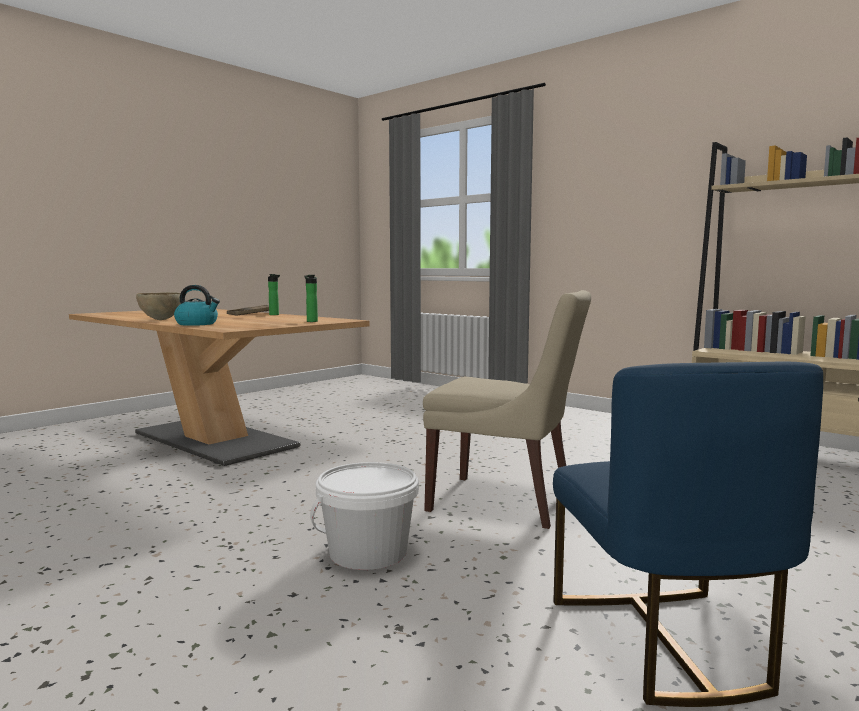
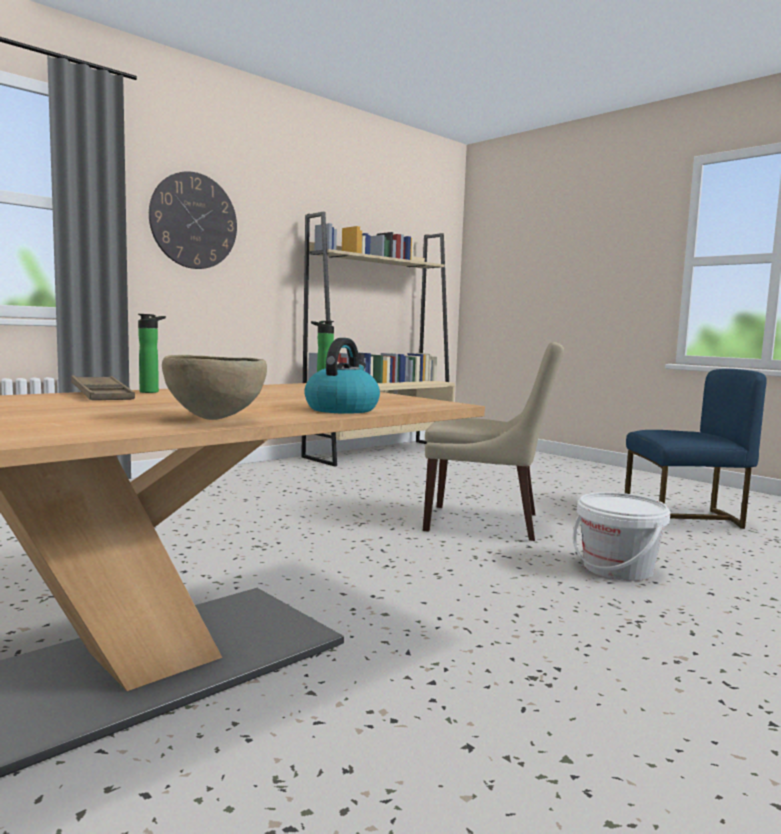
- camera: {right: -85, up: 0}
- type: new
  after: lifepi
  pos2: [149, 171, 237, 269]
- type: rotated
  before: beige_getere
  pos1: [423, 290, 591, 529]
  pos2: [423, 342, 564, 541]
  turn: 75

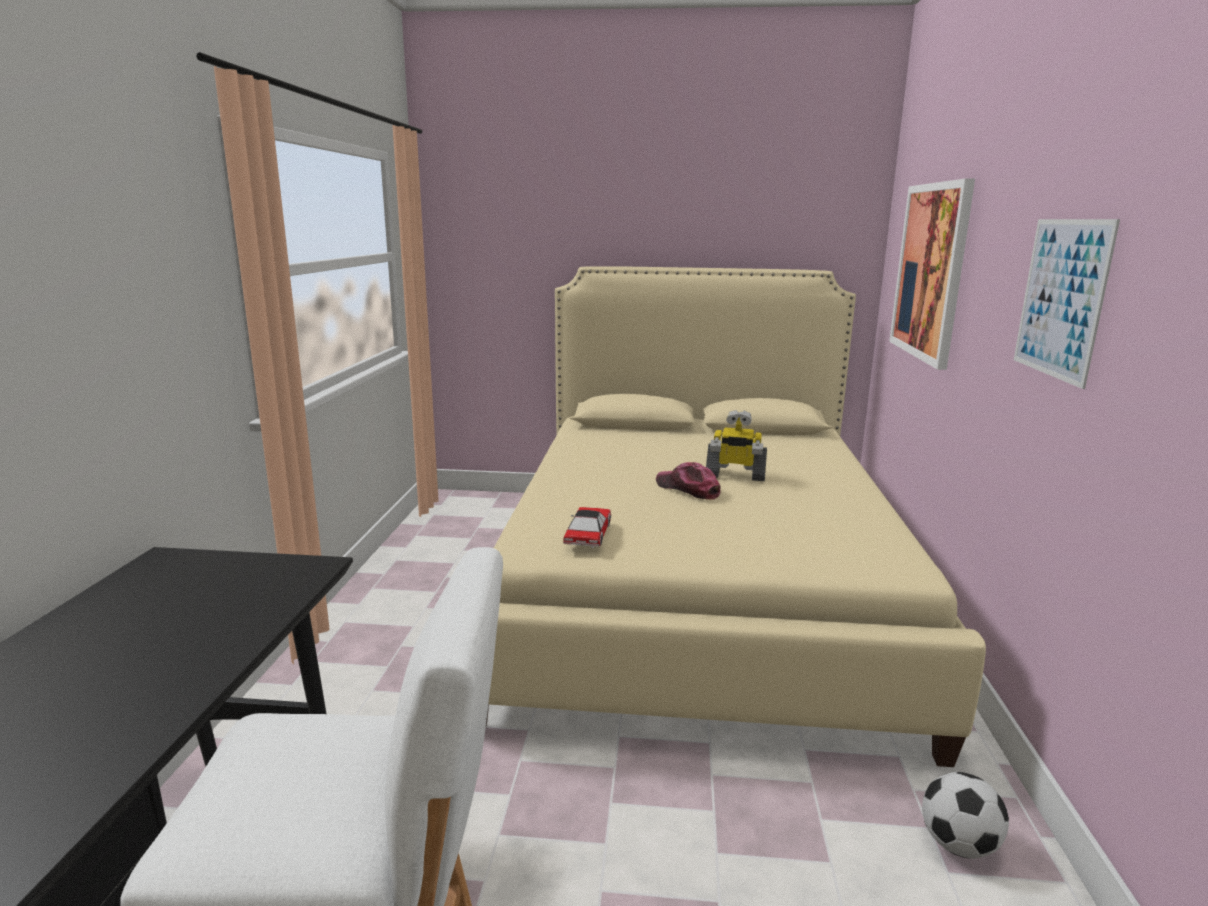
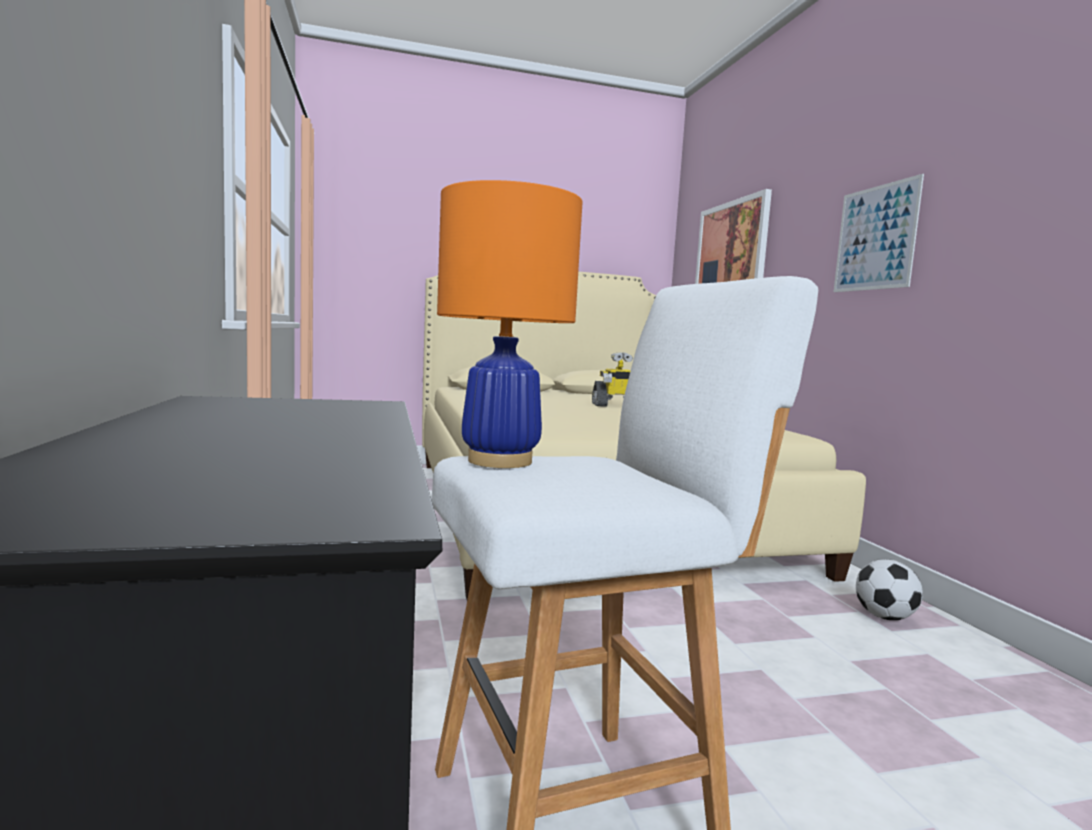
- camera: {right: -20, up: -10}
- type: new
  after: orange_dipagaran
  pos2: [437, 180, 583, 468]
- type: gone
  before: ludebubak
  pos1: [563, 507, 611, 548]
- type: gone
  before: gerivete
  pos1: [656, 462, 721, 500]

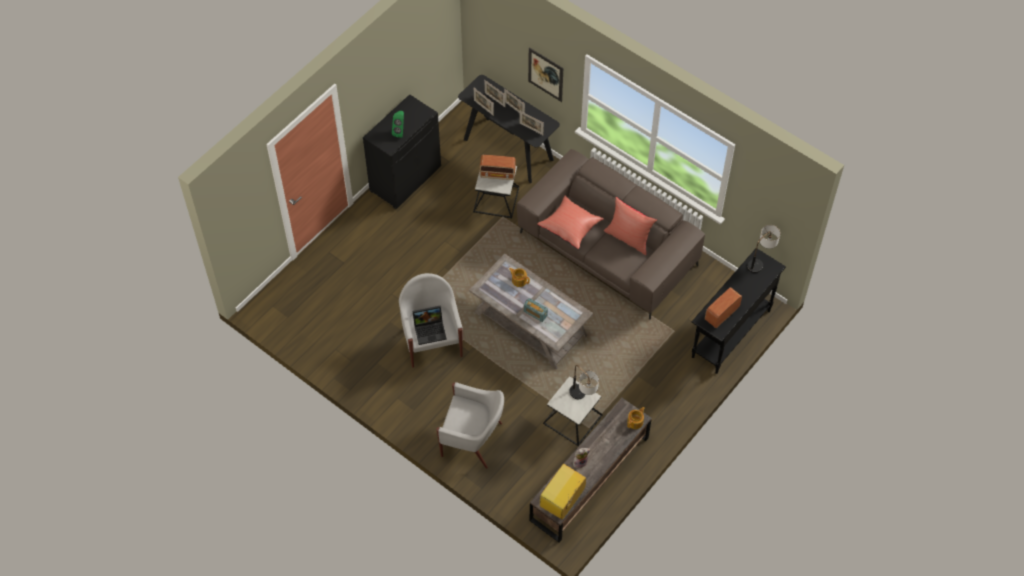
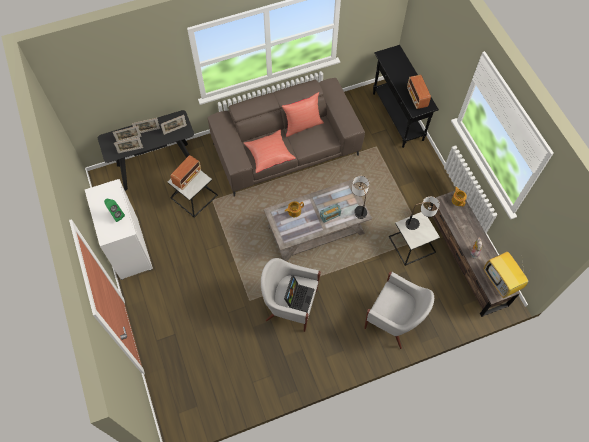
- camera: {right: -60, up: 5}
- type: repainted
  before: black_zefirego
  after: white_zefirego
  pos1: [363, 94, 441, 209]
  pos2: [85, 179, 153, 280]
- type: shifted
  before: dipagaran
  pos1: [747, 225, 781, 273]
  pos2: [352, 176, 369, 219]
- type: rotated
  before: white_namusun
  pos1: [436, 382, 504, 469]
  pos2: [364, 272, 434, 349]
  turn: 75
- type: gone
  before: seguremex
  pos1: [528, 47, 563, 102]

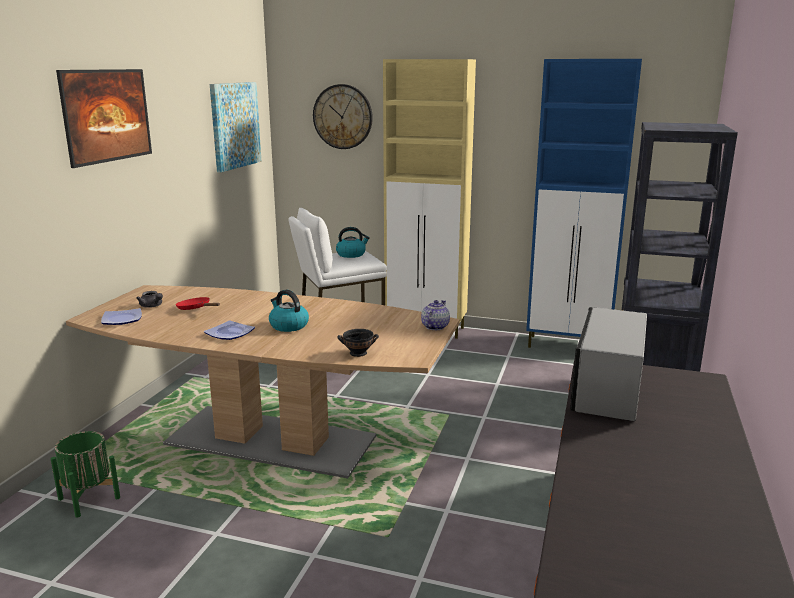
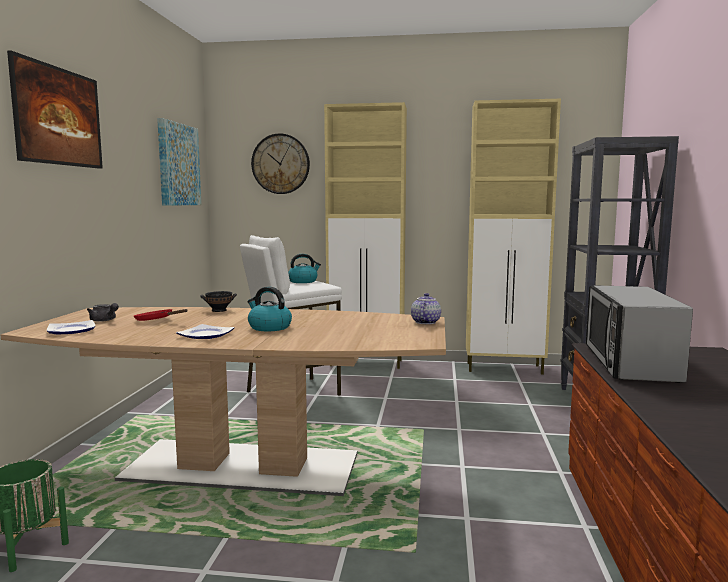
- camera: {right: -10, up: -10}
- type: shifted
  before: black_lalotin
  pos1: [338, 329, 379, 357]
  pos2: [201, 291, 237, 312]
- type: repainted
  before: blue_zefirego
  after: beige_zefirego
  pos1: [526, 59, 642, 348]
  pos2: [466, 99, 561, 375]

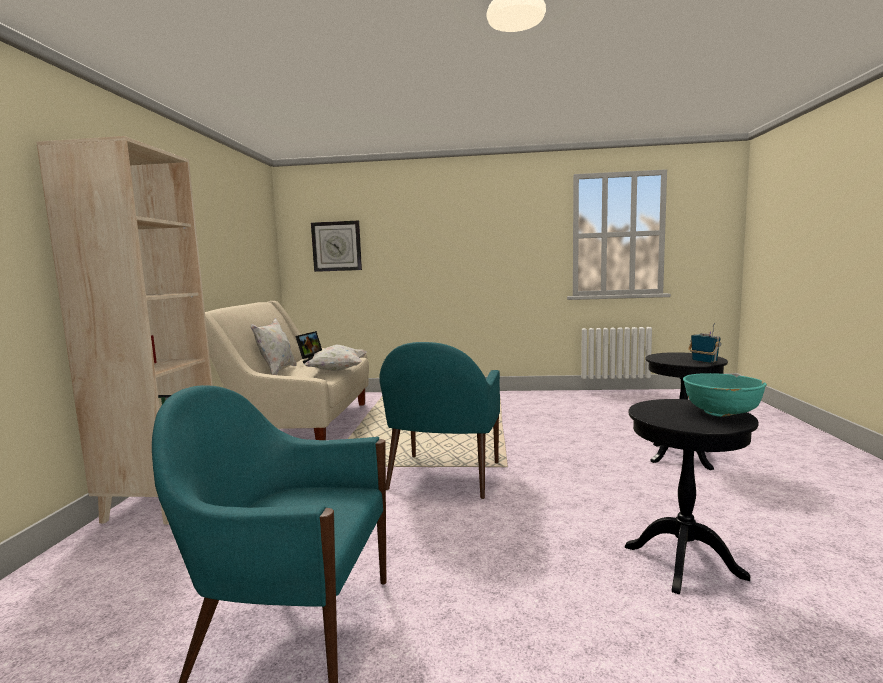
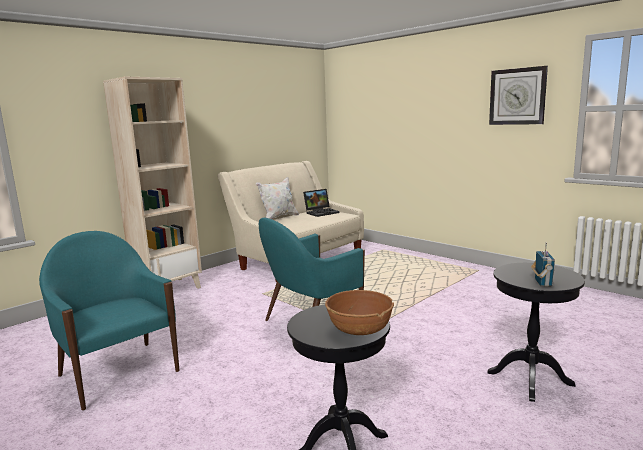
- camera: {right: 40, up: 5}
- type: repainted
  before: turquoise_lalotin
  after: brown_lalotin
  pos1: [683, 373, 767, 417]
  pos2: [325, 290, 394, 335]
- type: shifted
  before: lifepi
  pos1: [311, 221, 362, 272]
  pos2: [489, 66, 548, 125]
- type: gone
  before: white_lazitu
  pos1: [303, 345, 367, 371]

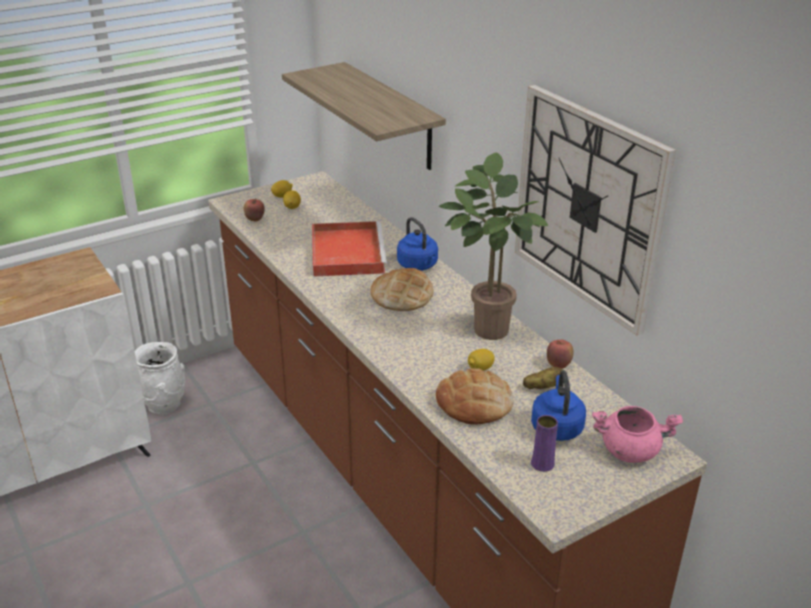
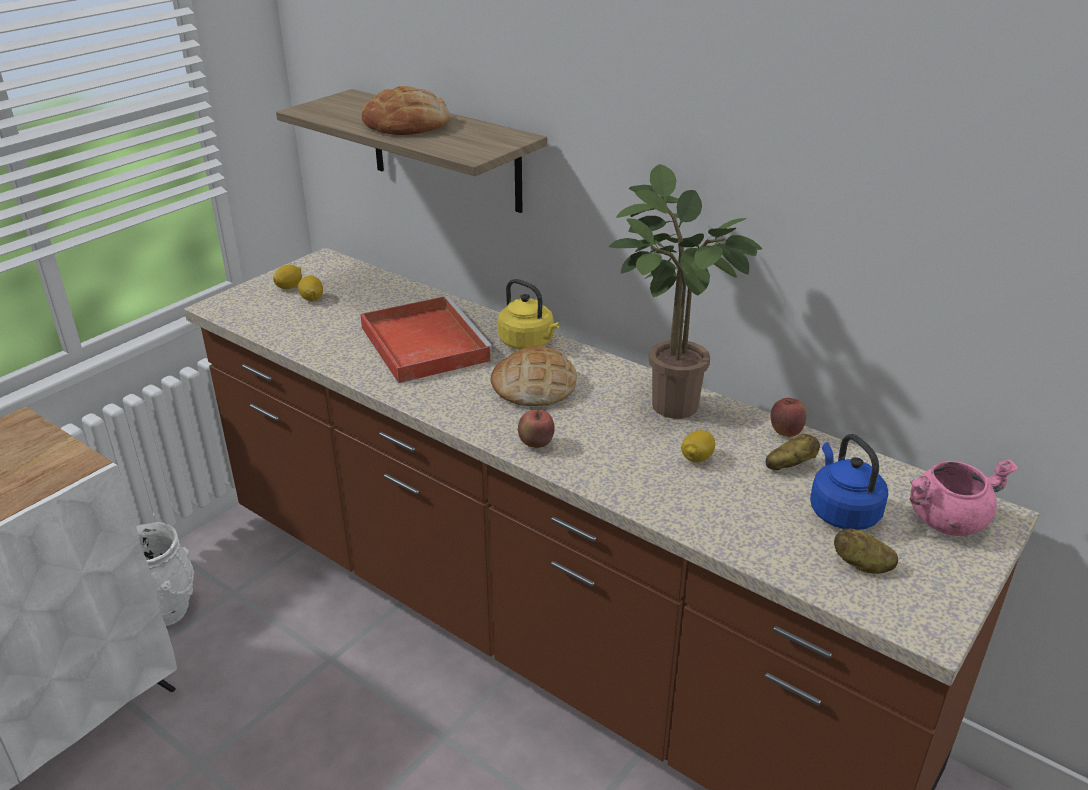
- camera: {right: -20, up: 0}
- type: shifted
  before: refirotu
  pos1: [436, 368, 513, 425]
  pos2: [361, 86, 450, 135]
- type: repainted
  before: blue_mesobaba
  after: yellow_mesobaba
  pos1: [397, 217, 438, 271]
  pos2: [498, 279, 560, 350]
- type: shifted
  before: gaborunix
  pos1: [244, 198, 265, 222]
  pos2: [518, 409, 555, 448]
- type: swapped
  before: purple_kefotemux
  after: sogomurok
  pos1: [531, 415, 558, 472]
  pos2: [834, 528, 898, 574]
- type: gone
  before: lifepi
  pos1: [515, 85, 676, 336]

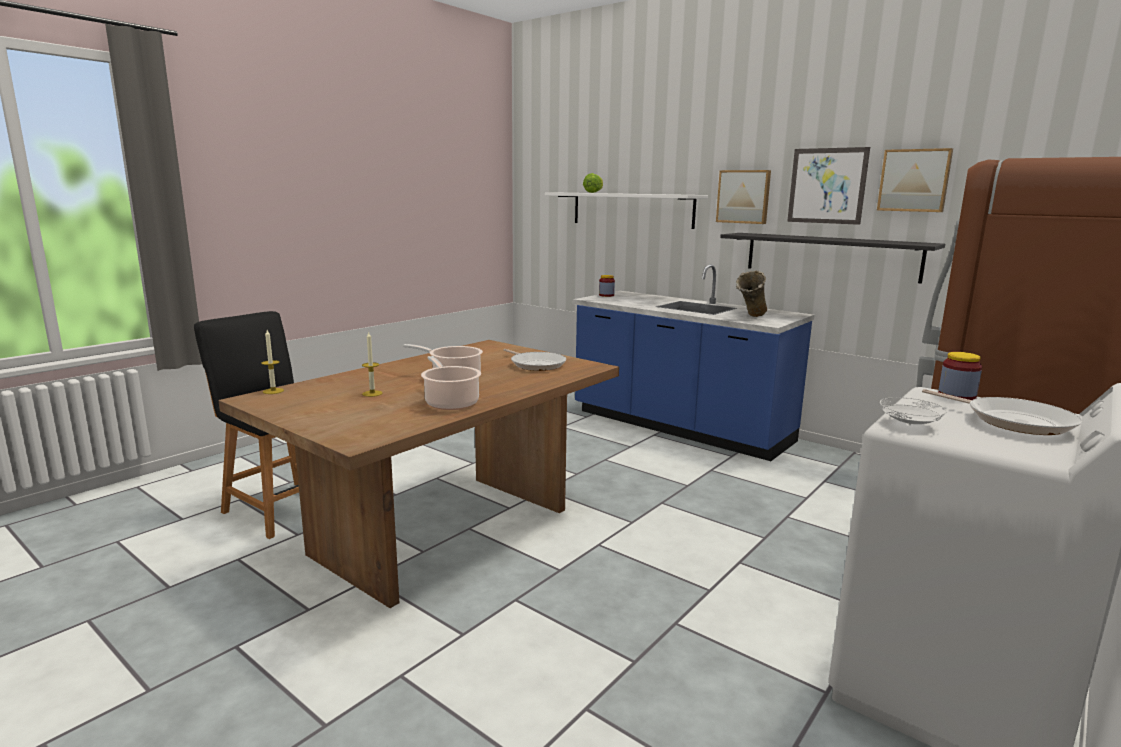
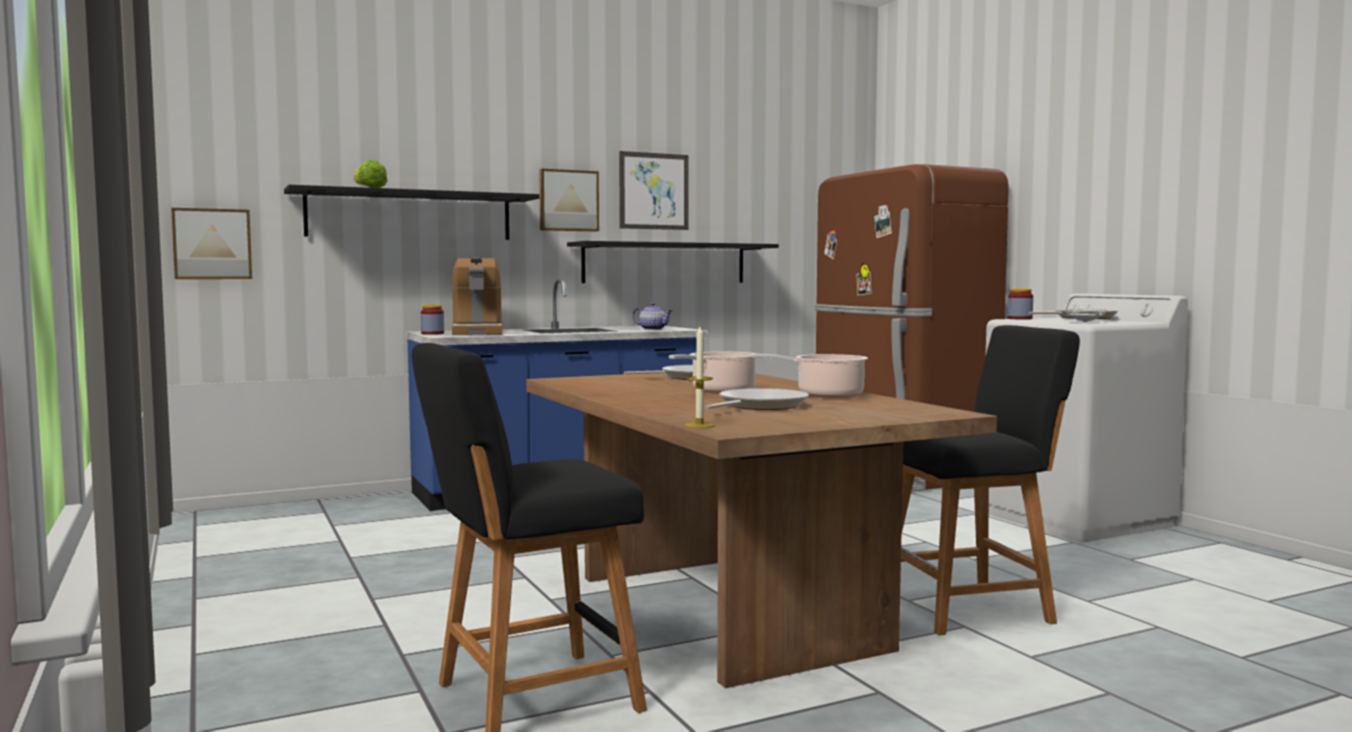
- camera: {right: -65, up: -10}
- type: shifted
  before: seguremex
  pos1: [877, 148, 953, 212]
  pos2: [171, 208, 252, 279]
- type: repainted
  before: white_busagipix
  after: black_busagipix
  pos1: [545, 192, 708, 229]
  pos2: [284, 185, 540, 240]
- type: new
  after: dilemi
  pos2: [452, 256, 502, 335]
- type: swapped
  before: beige_kefotemux
  after: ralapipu
  pos1: [736, 271, 767, 317]
  pos2: [632, 303, 673, 330]
- type: swapped
  before: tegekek
  after: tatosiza
  pos1: [362, 331, 383, 397]
  pos2: [705, 388, 809, 410]
- type: new
  after: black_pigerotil
  pos2: [901, 325, 1080, 635]

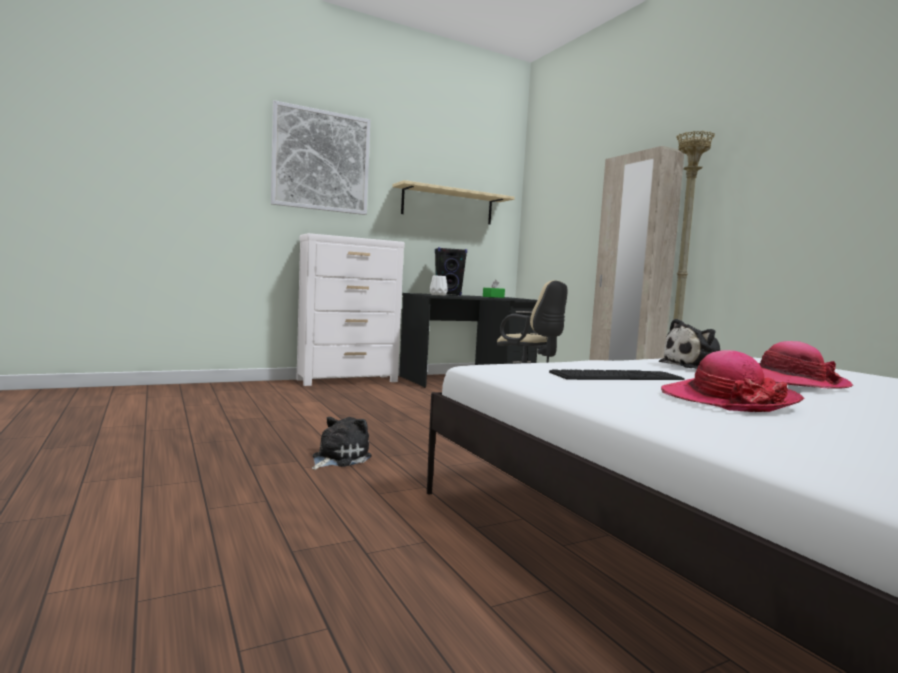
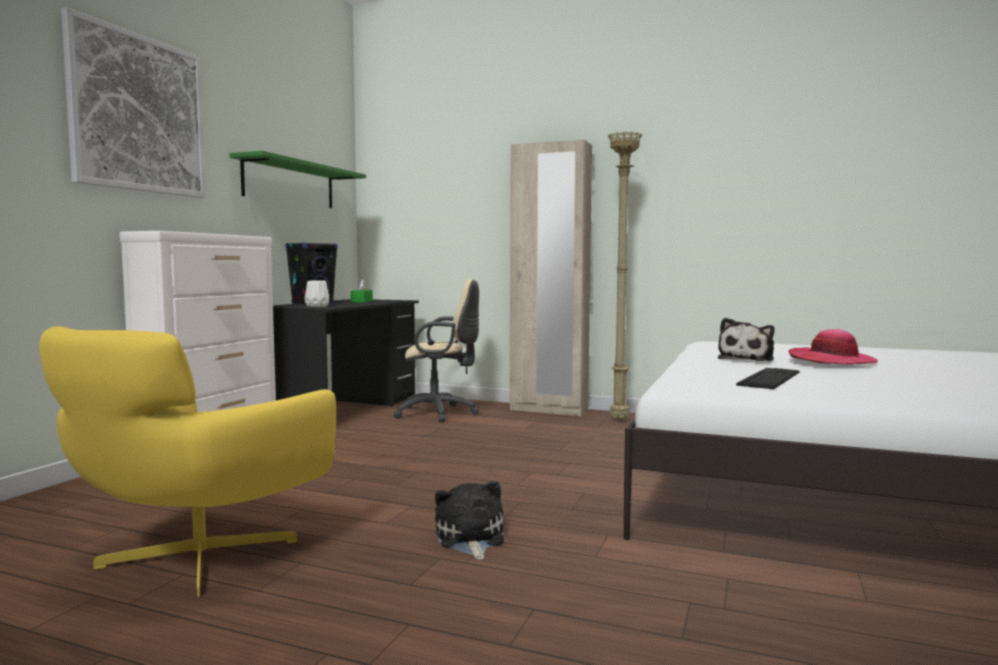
- camera: {right: -40, up: 0}
- type: new
  after: yellow_namusun
  pos2: [40, 326, 336, 597]
- type: repainted
  before: beige_busagipix
  after: green_busagipix
  pos1: [392, 180, 515, 224]
  pos2: [229, 151, 366, 208]
- type: gone
  before: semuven
  pos1: [661, 350, 805, 412]

